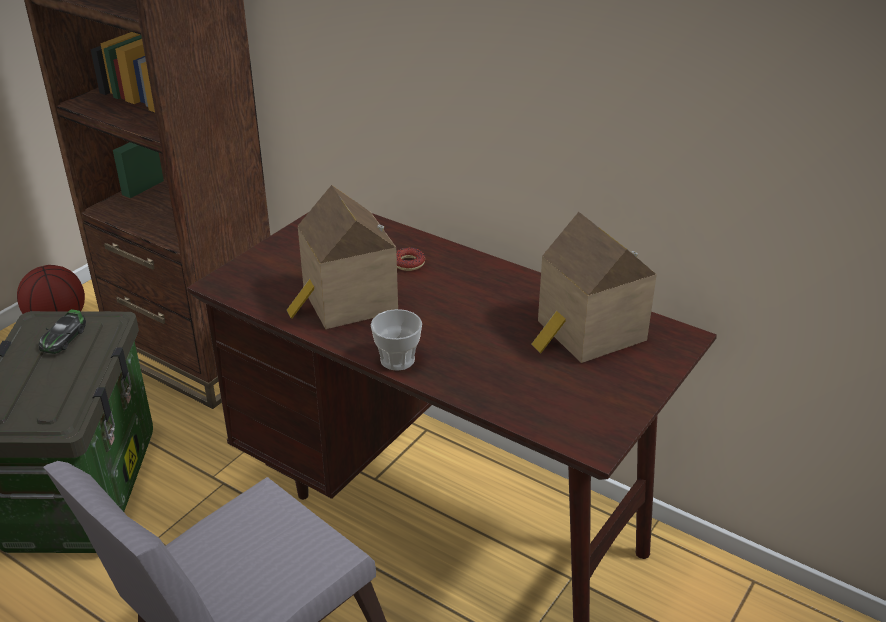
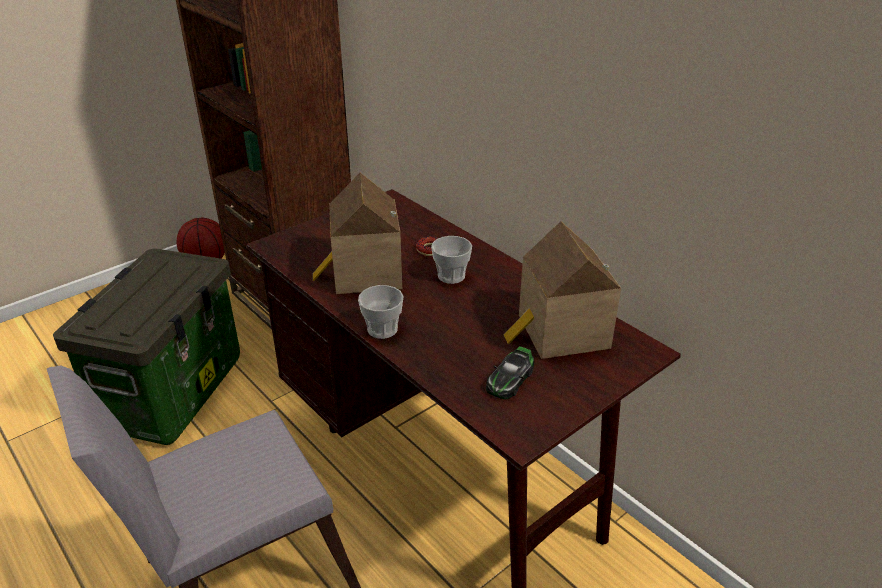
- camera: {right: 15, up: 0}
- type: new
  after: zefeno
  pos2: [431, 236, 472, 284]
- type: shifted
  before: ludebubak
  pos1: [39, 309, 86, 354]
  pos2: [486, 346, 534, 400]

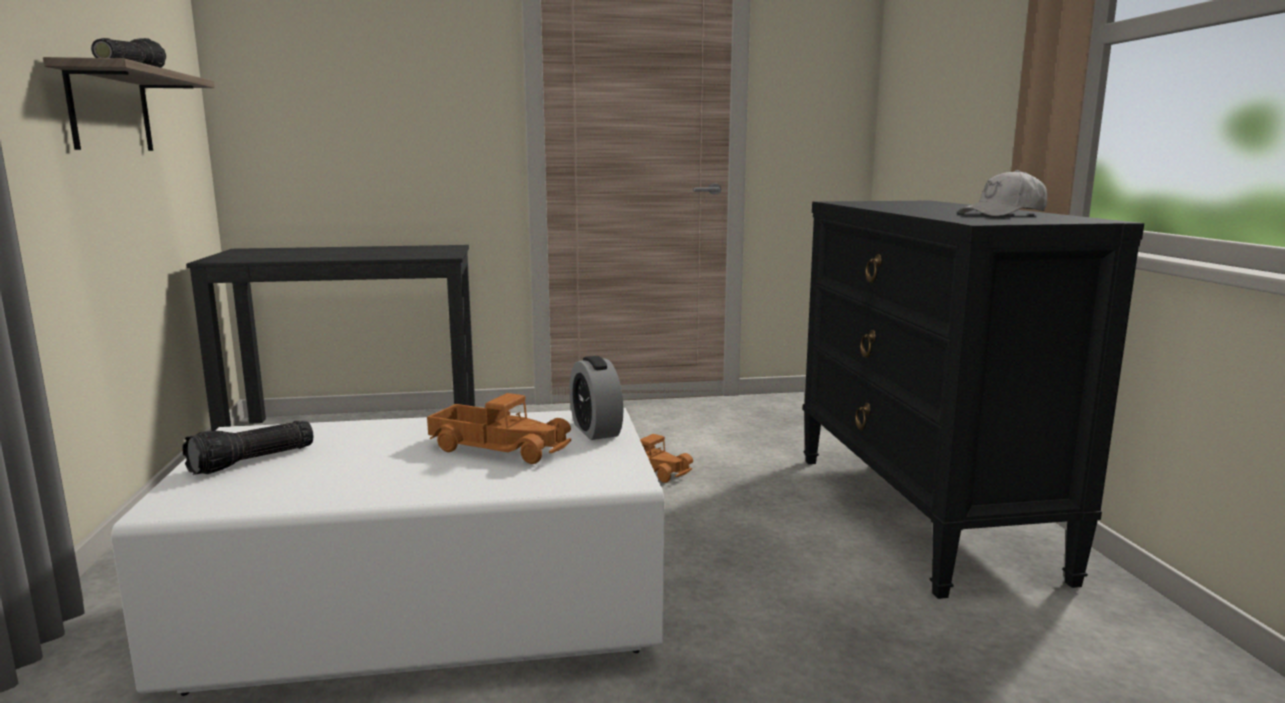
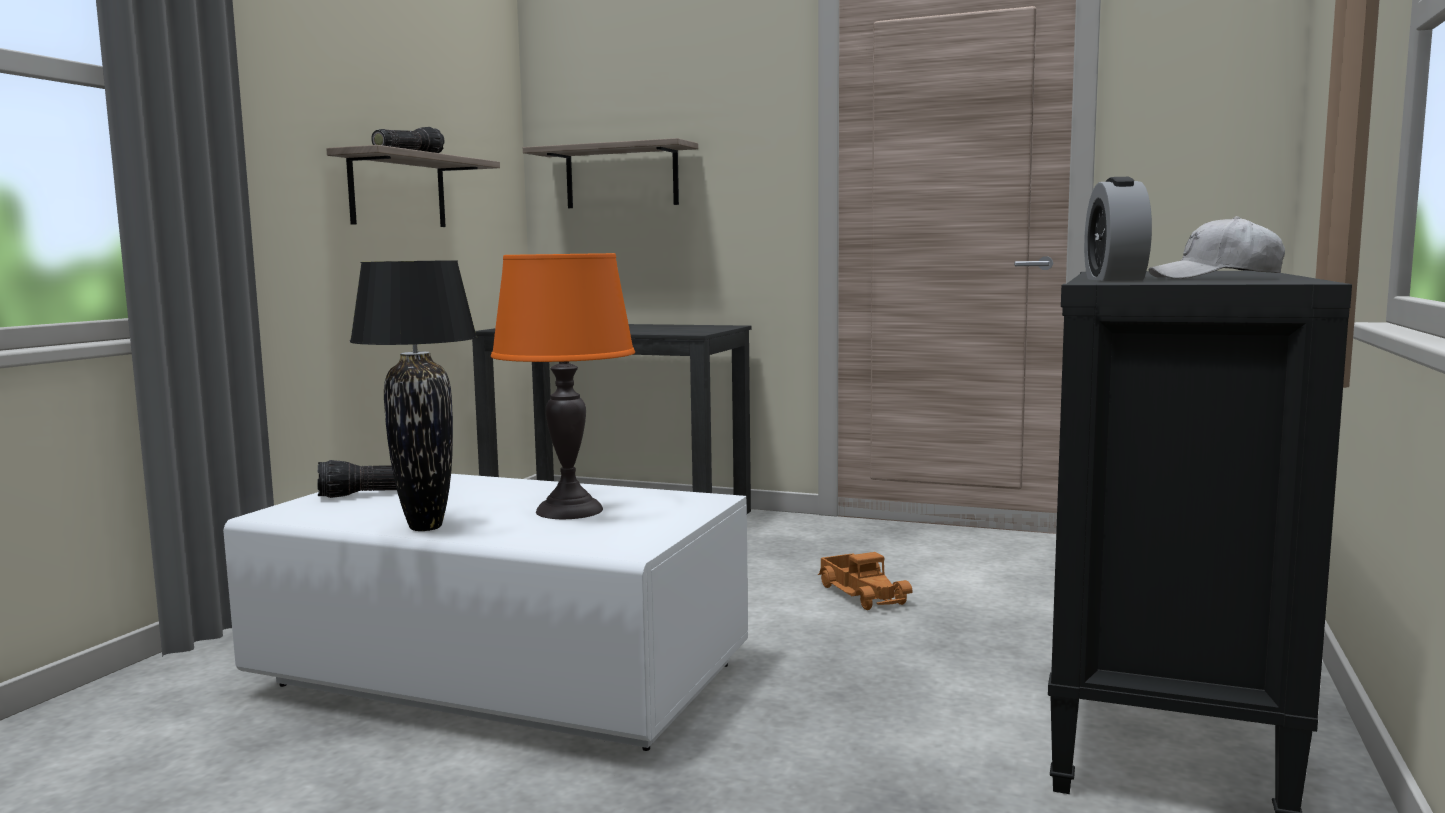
- camera: {right: 30, up: -5}
- type: new
  after: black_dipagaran
  pos2: [350, 260, 477, 531]
- type: swapped
  before: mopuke
  after: orange_dipagaran
  pos1: [427, 393, 571, 464]
  pos2: [491, 253, 635, 519]
- type: new
  after: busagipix
  pos2: [523, 138, 698, 208]
- type: shifted
  before: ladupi
  pos1: [569, 356, 623, 440]
  pos2: [1084, 177, 1152, 281]

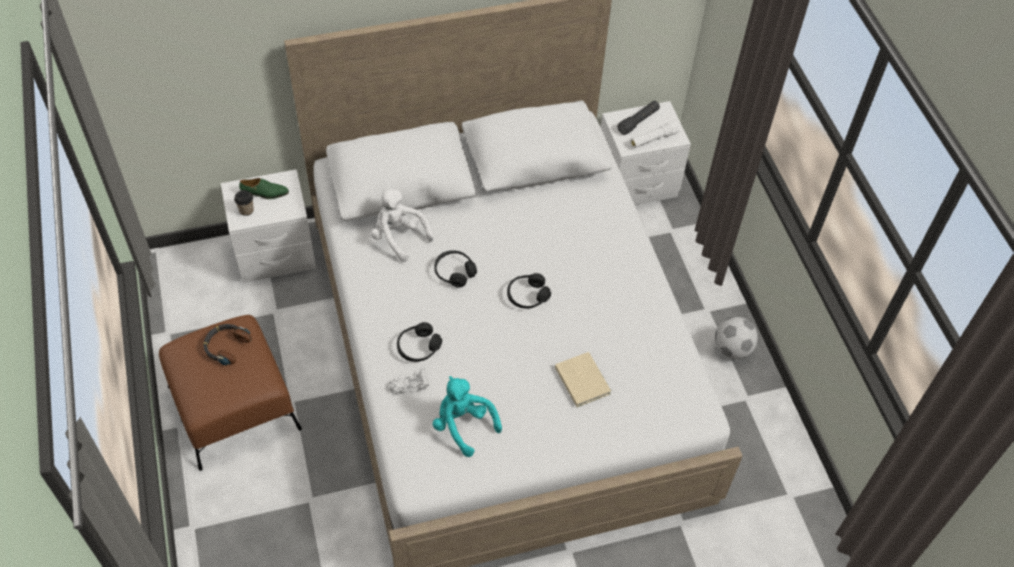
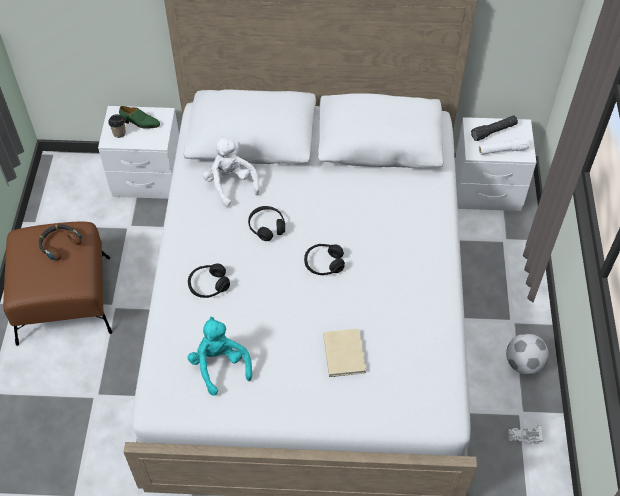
- camera: {right: 20, up: 0}
- type: shifted
  before: white_ludebubak
  pos1: [389, 369, 429, 396]
  pos2: [508, 426, 543, 444]

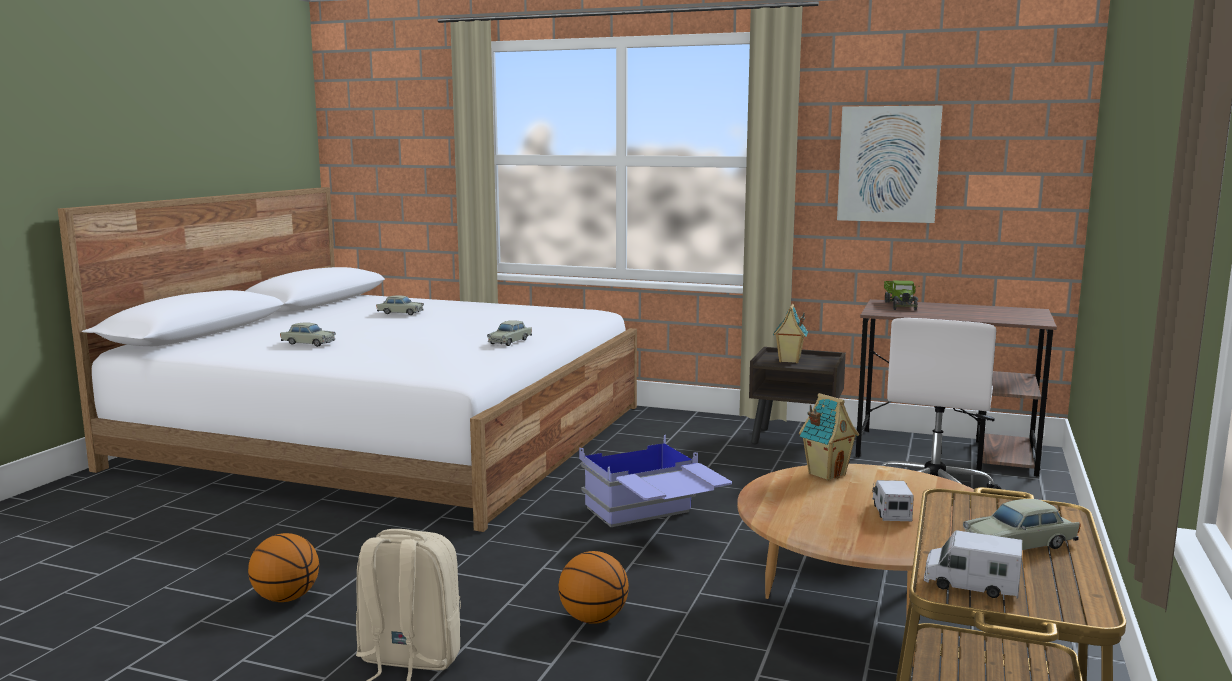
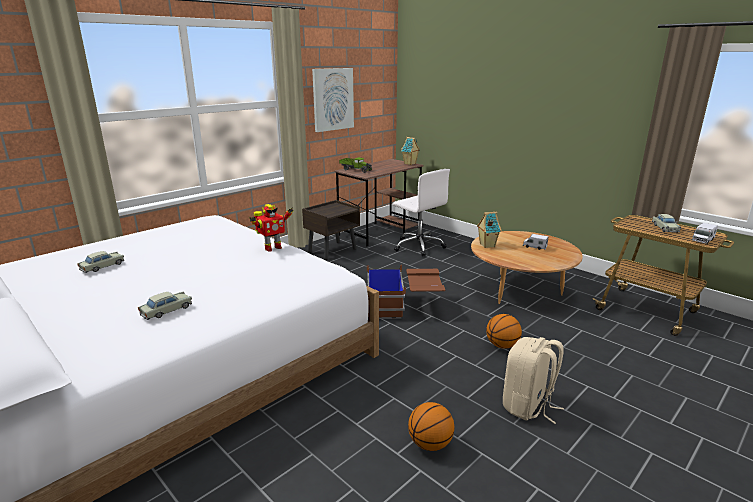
- camera: {right: -65, up: 10}
- type: swapped
  before: beige_ludebubak
  after: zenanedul
  pos1: [487, 320, 532, 346]
  pos2: [249, 204, 293, 252]
- type: repainted
  before: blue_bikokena
  after: brown_bikokena
  pos1: [579, 435, 732, 527]
  pos2: [367, 265, 445, 319]
- type: shifted
  before: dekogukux
  pos1: [773, 304, 808, 363]
  pos2: [401, 137, 420, 165]

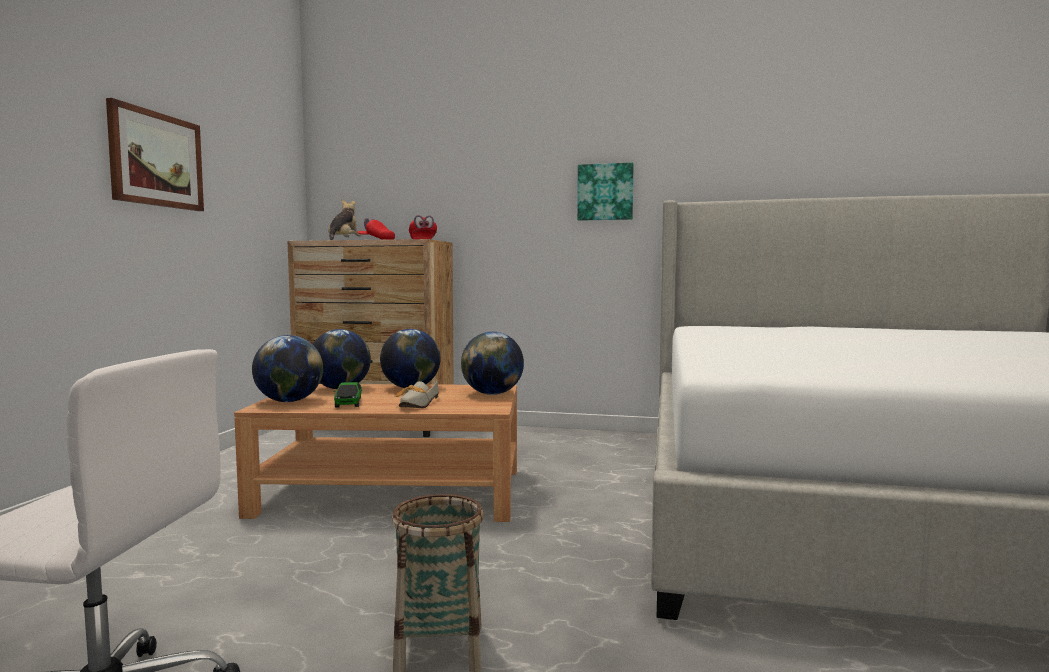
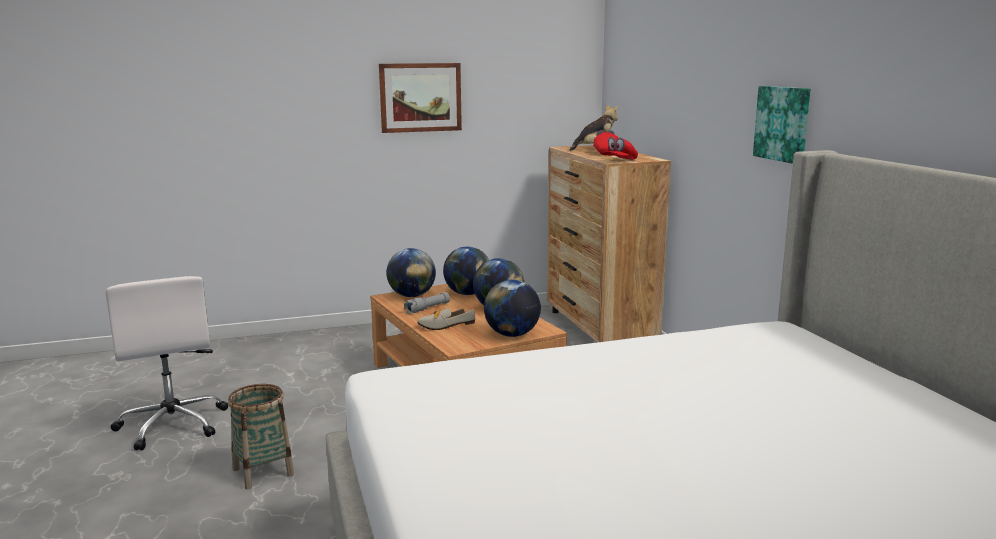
- camera: {right: 60, up: 10}
- type: swapped
  before: ludebubak
  after: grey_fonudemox
  pos1: [333, 382, 363, 408]
  pos2: [404, 292, 450, 314]

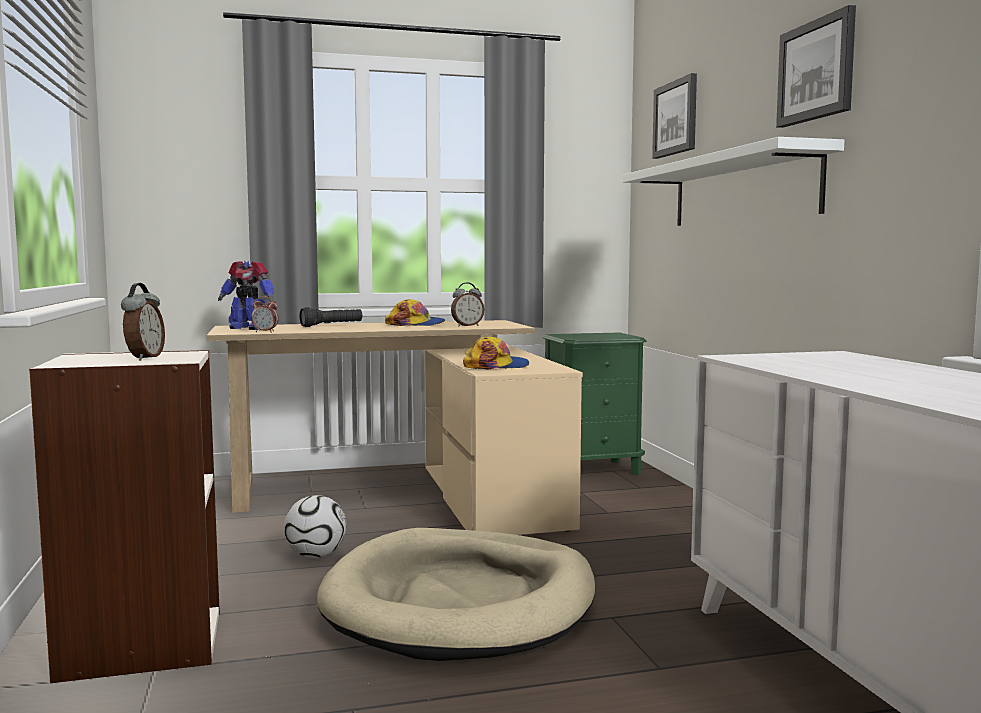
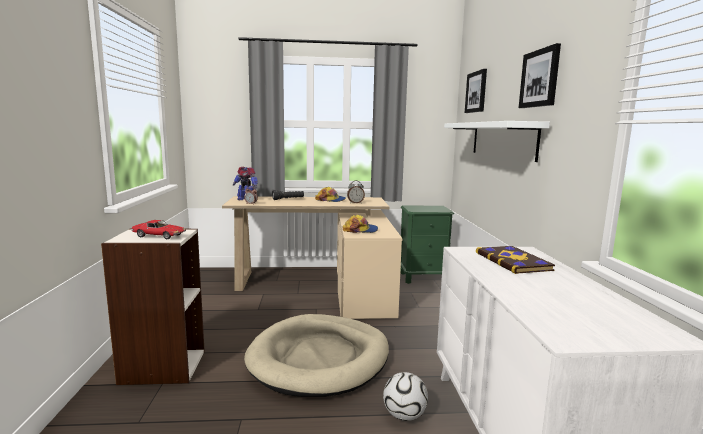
- camera: {right: 10, up: 5}
- type: swapped
  before: ladupi
  after: ludebubak
  pos1: [121, 283, 165, 361]
  pos2: [131, 220, 186, 239]
- type: shifted
  before: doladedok
  pos1: [284, 495, 347, 558]
  pos2: [383, 372, 428, 421]
- type: new
  after: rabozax
  pos2: [476, 246, 555, 274]

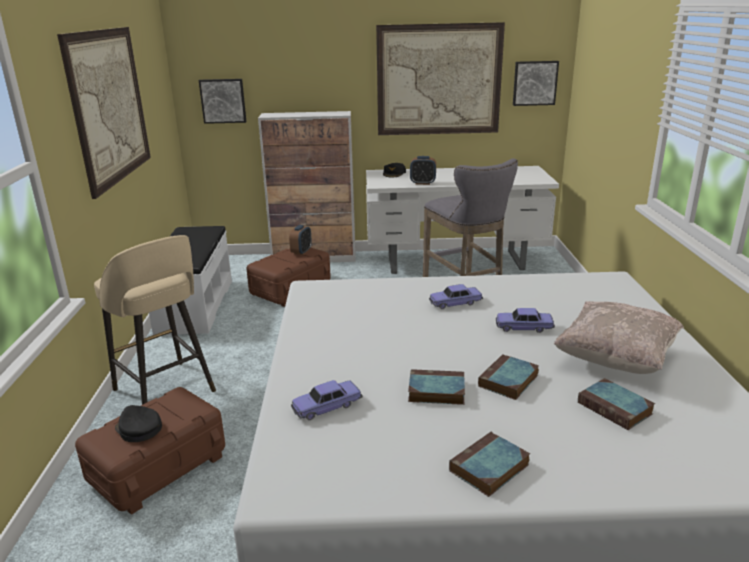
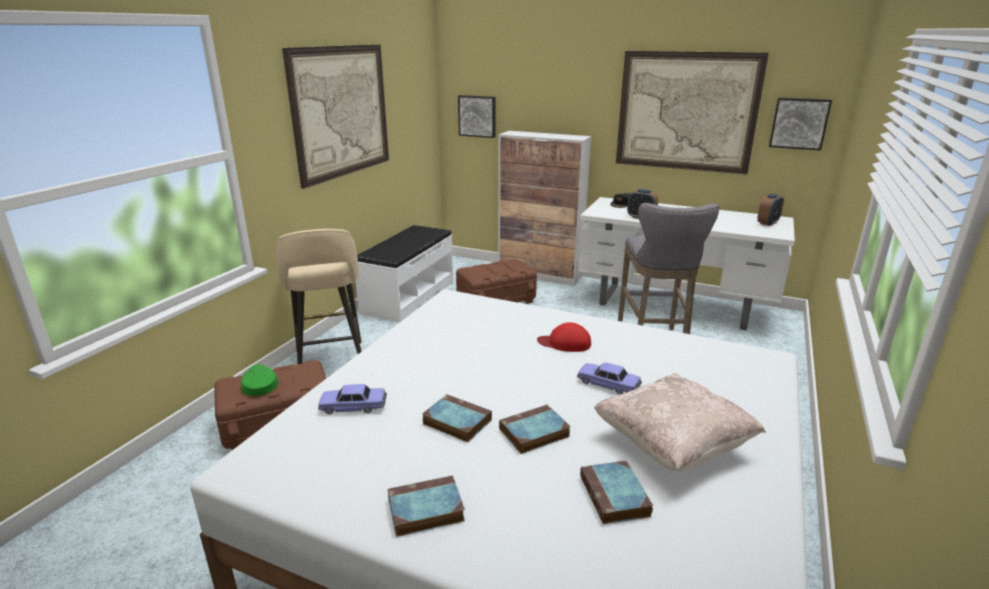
- camera: {right: 25, up: 0}
- type: repainted
  before: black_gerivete
  after: green_gerivete
  pos1: [115, 405, 162, 442]
  pos2: [241, 364, 278, 396]
- type: swapped
  before: ludebubak
  after: red_gerivete
  pos1: [429, 284, 483, 309]
  pos2: [537, 322, 591, 352]
- type: shifted
  before: ladupi
  pos1: [289, 225, 312, 255]
  pos2: [757, 193, 784, 226]

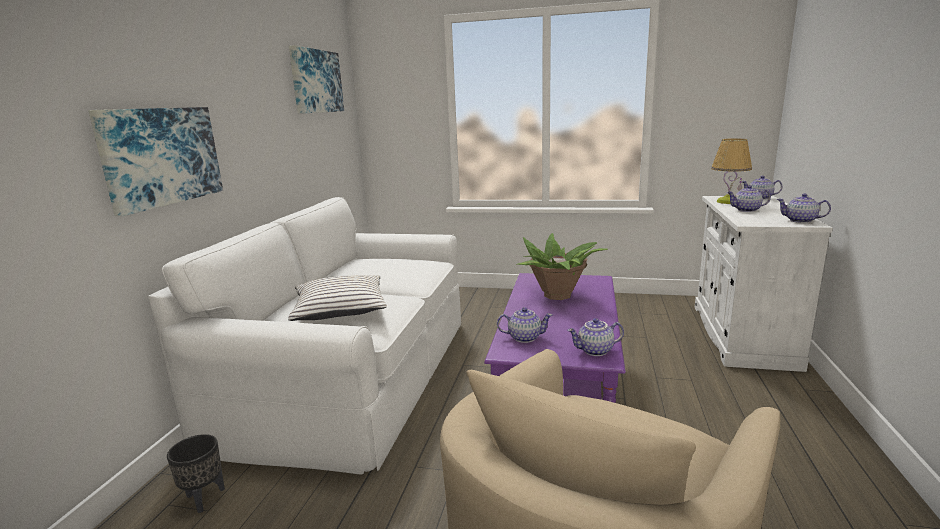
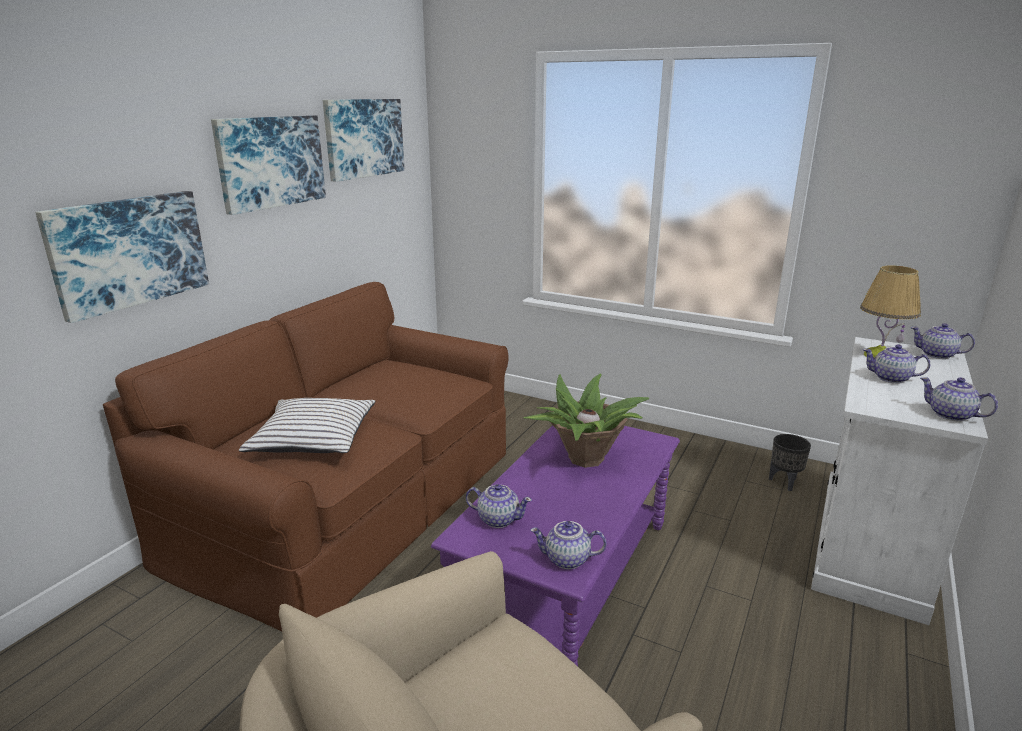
- camera: {right: 15, up: 5}
- type: repainted
  before: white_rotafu
  after: brown_rotafu
  pos1: [148, 197, 461, 474]
  pos2: [103, 282, 509, 632]
- type: new
  after: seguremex
  pos2: [211, 115, 326, 215]
- type: shifted
  before: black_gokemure
  pos1: [167, 434, 225, 513]
  pos2: [769, 434, 811, 491]

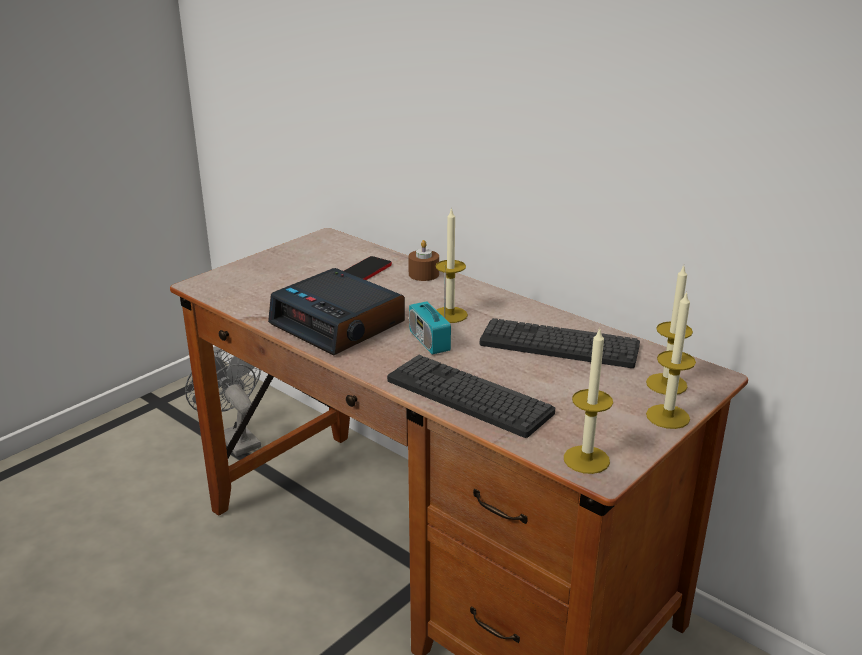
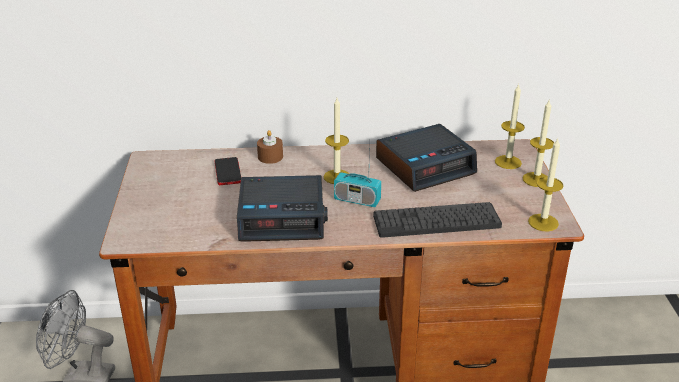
- camera: {right: -45, up: 5}
- type: swapped
  before: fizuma
  after: ladupi
  pos1: [480, 318, 640, 368]
  pos2: [376, 124, 477, 192]

